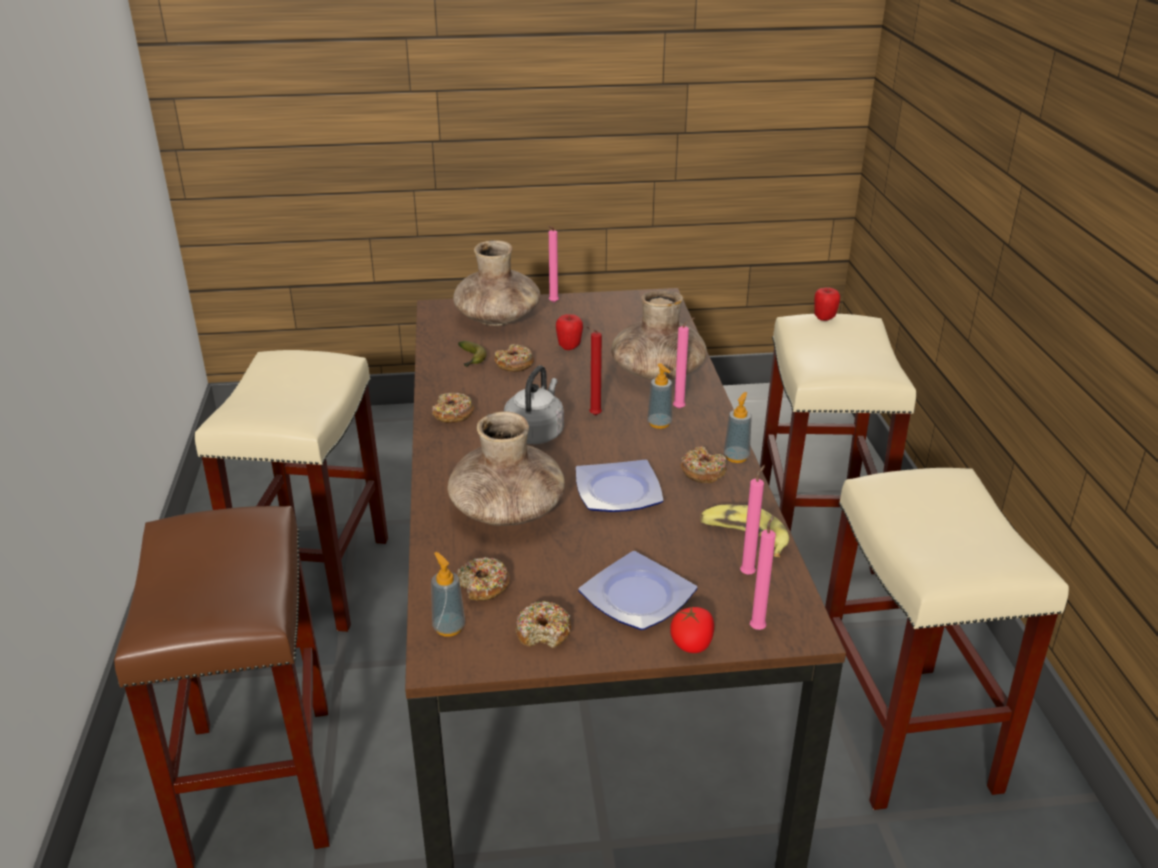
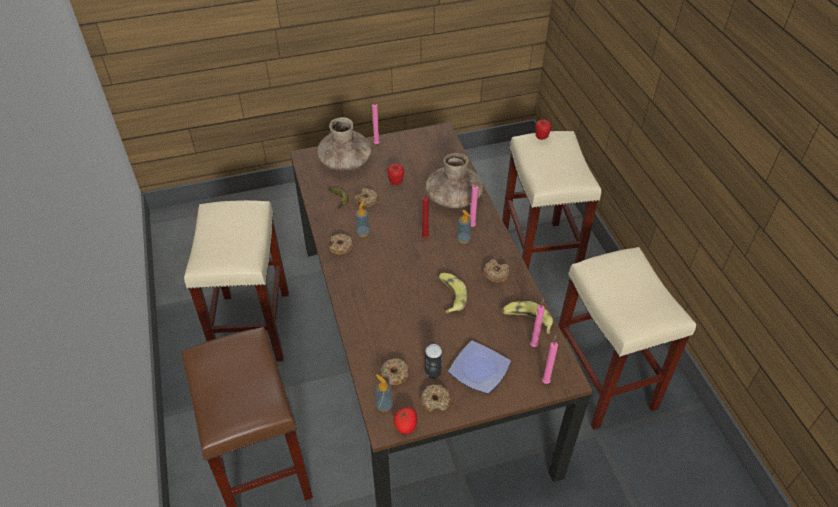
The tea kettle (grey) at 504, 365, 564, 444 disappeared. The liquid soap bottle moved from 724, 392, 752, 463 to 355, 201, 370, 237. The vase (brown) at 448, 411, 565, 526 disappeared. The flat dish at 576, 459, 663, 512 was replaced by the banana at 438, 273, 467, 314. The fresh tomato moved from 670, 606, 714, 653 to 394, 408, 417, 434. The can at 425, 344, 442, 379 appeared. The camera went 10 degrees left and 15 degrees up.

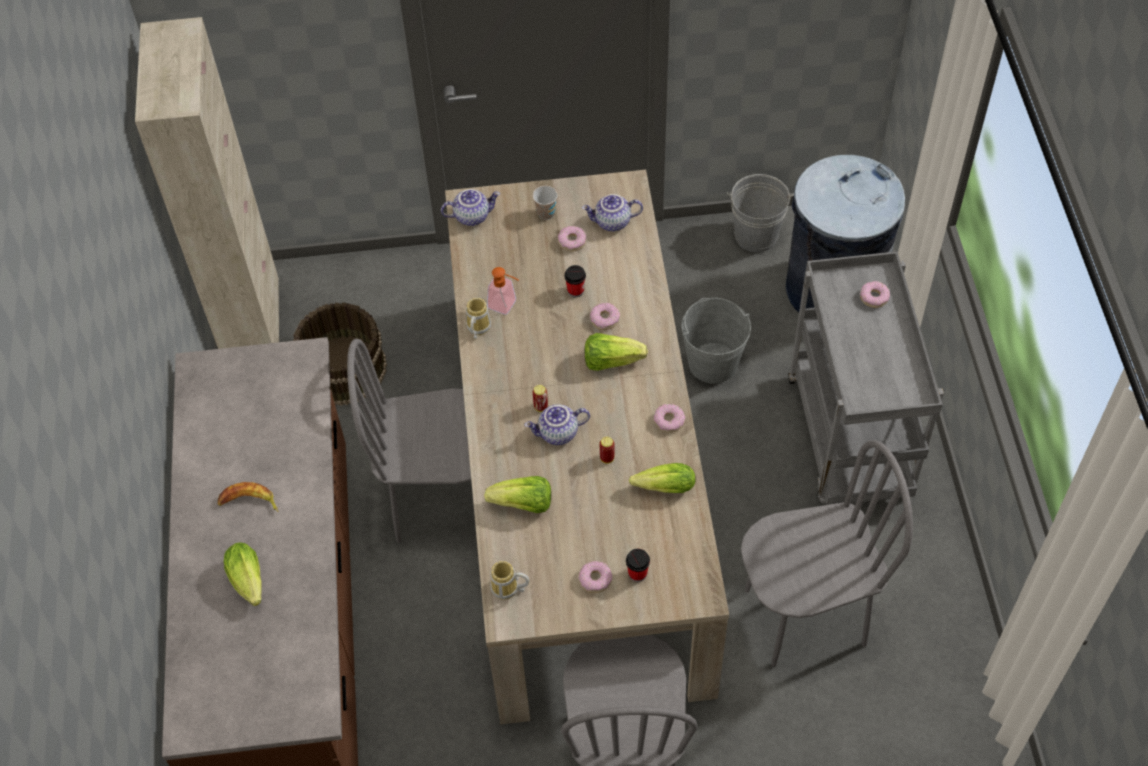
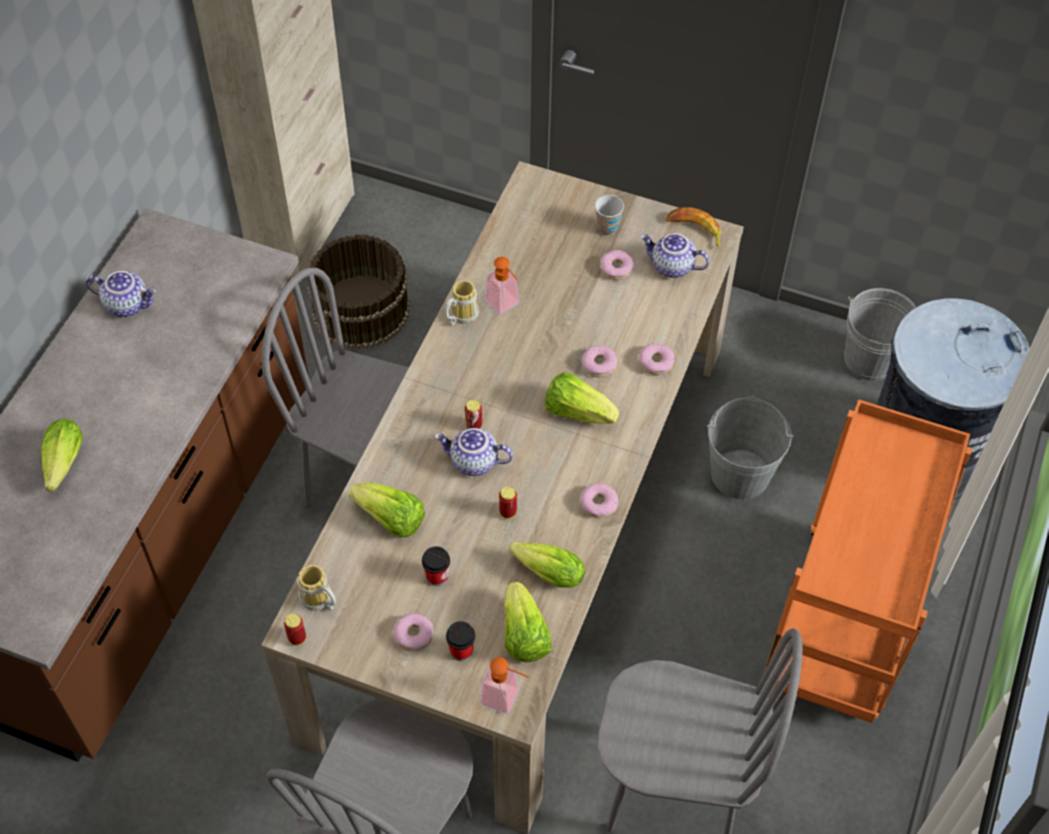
The tea pot moved from 441, 189, 500, 226 to 86, 271, 157, 317. The cart (grey) at 788, 251, 944, 505 became the cart (orange-coloured) at 764, 399, 972, 723. The cup moved from 565, 265, 586, 297 to 422, 546, 450, 586. The ring doughnut moved from 860, 281, 890, 308 to 639, 343, 675, 375. The banana moved from 218, 482, 279, 512 to 666, 207, 721, 249. The lettuce at 504, 582, 552, 662 appeared. The can at 284, 613, 306, 646 appeared. The liquid soap bottle at 480, 657, 529, 713 appeared. The camera went 25 degrees right and 0 degrees up.

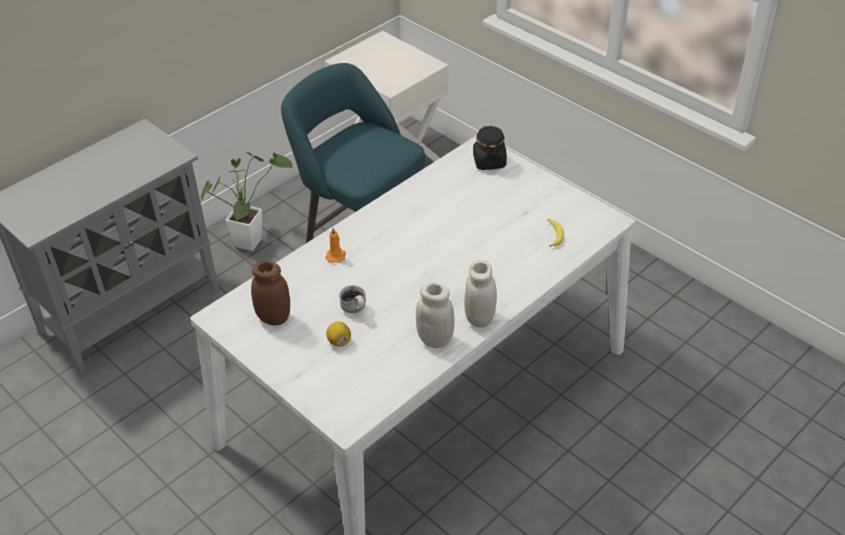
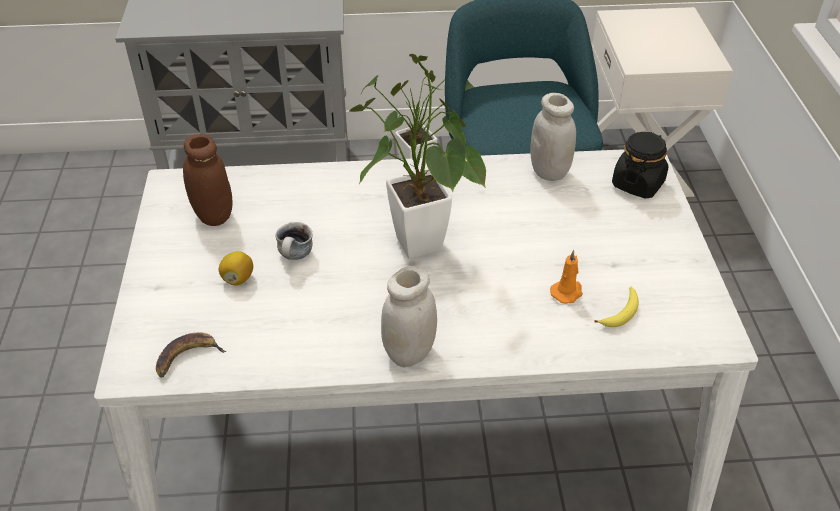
The candle (orange-coloured) moved from 325, 228, 346, 263 to 550, 250, 583, 304. The preserve jar (white) moved from 416, 282, 454, 348 to 530, 93, 576, 181. The houseplant at 350, 54, 486, 259 appeared. The banana at 156, 333, 226, 378 appeared. The camera went 40 degrees right and 0 degrees up.

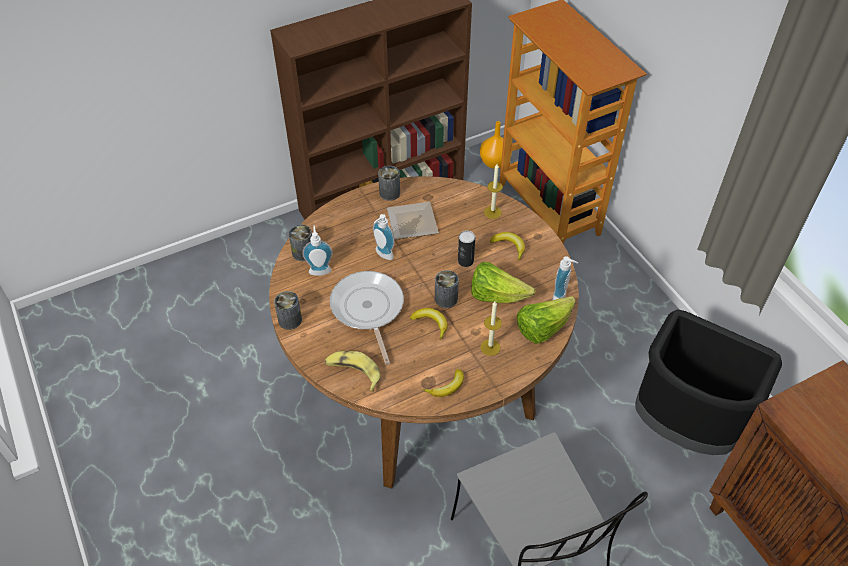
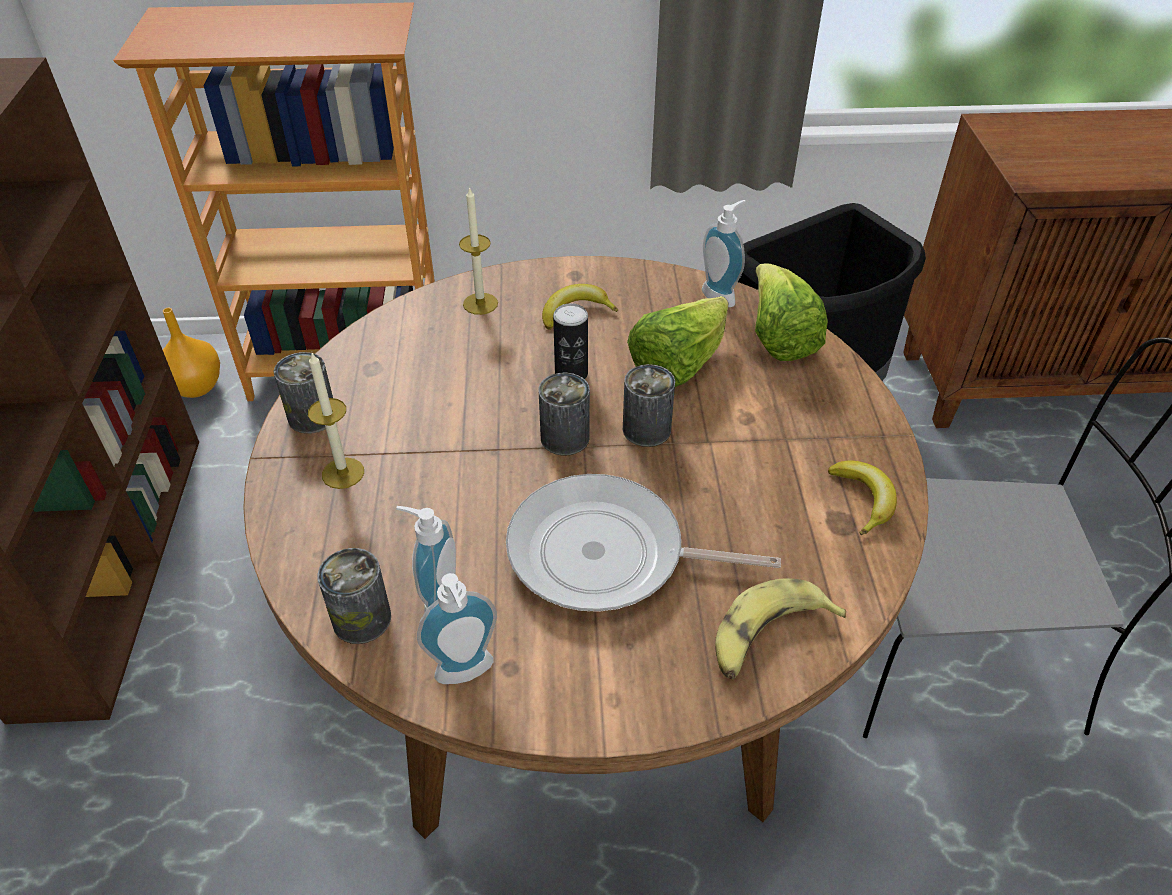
The flat dish at 387, 202, 439, 240 disappeared. The liquid soap bottle moved from 373, 214, 395, 260 to 417, 573, 497, 684. The can moved from 274, 291, 302, 330 to 538, 372, 590, 456. The candle moved from 480, 301, 502, 356 to 308, 353, 364, 489. The banana at 410, 308, 448, 340 disappeared. The camera went 65 degrees left and 5 degrees down.

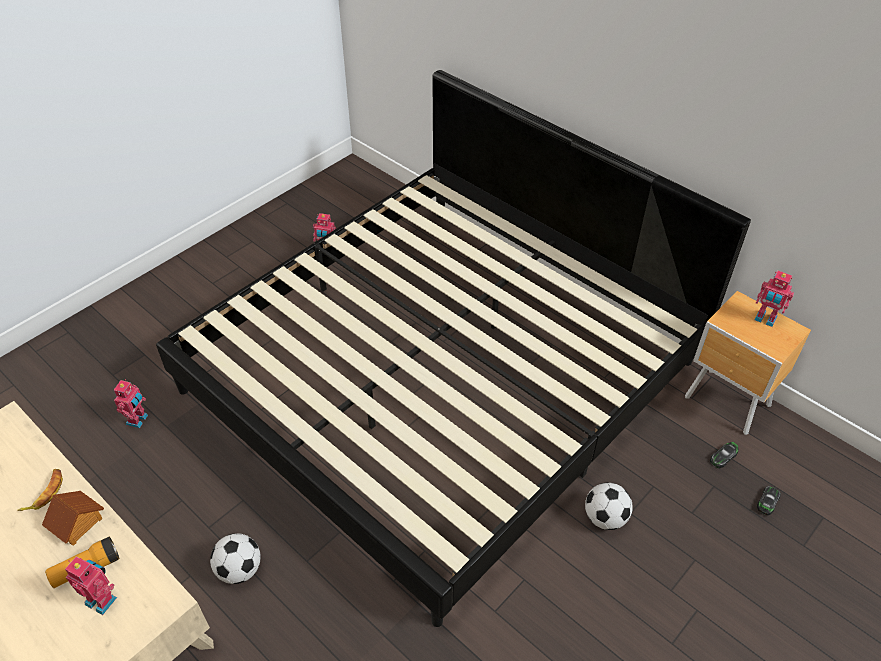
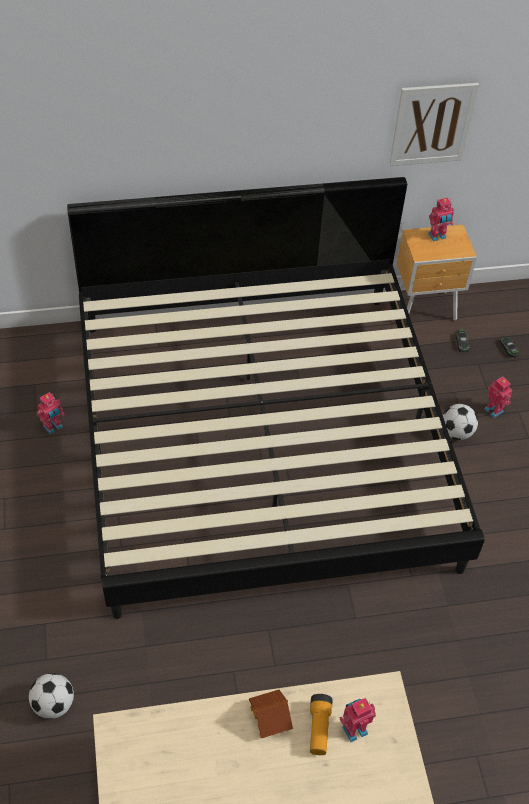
The robot figure moved from 114, 379, 148, 428 to 484, 377, 512, 418. The banana at 17, 469, 63, 511 disappeared. The football ball moved from 210, 533, 261, 584 to 29, 673, 74, 719. The wall art at 389, 83, 479, 166 appeared. The camera went 55 degrees left and 5 degrees up.

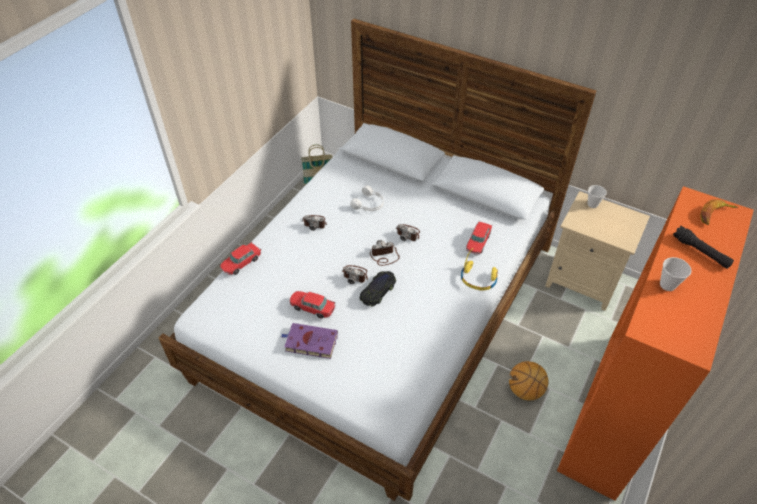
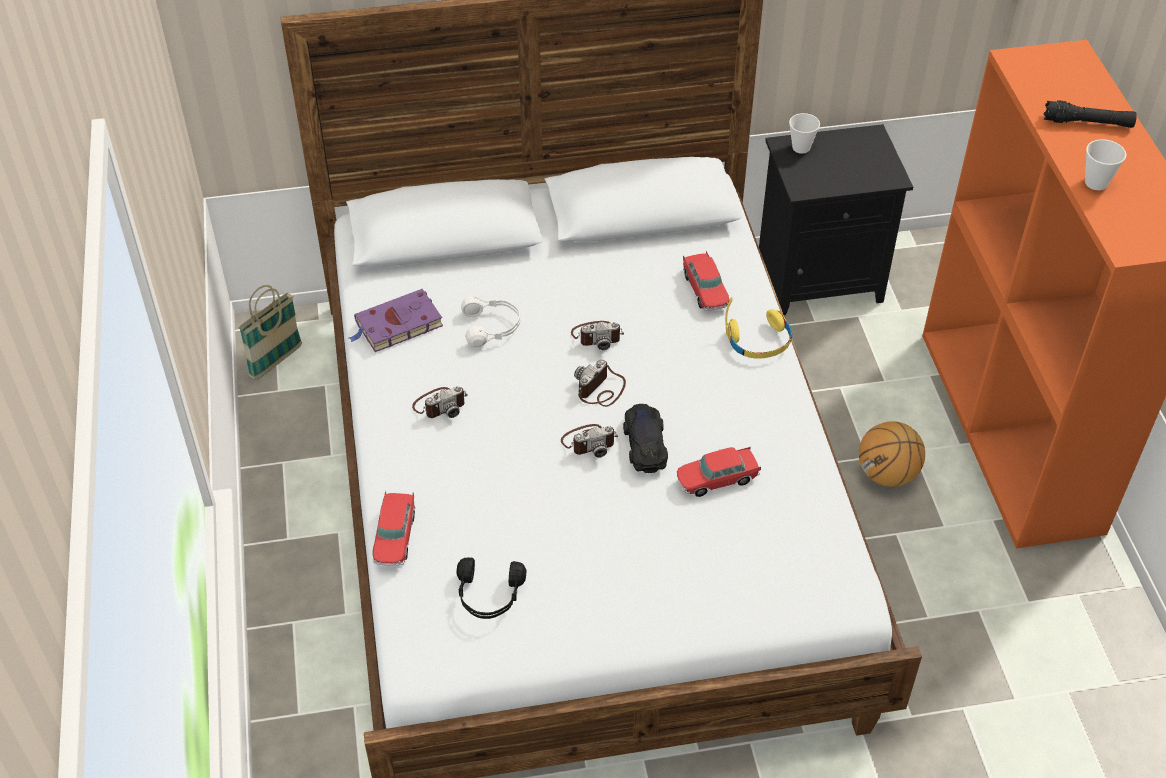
The night table (sand-coloured) at 545, 191, 650, 311 became the night table (black) at 759, 124, 913, 315. The banana at 700, 199, 738, 225 disappeared. The toy car moved from 290, 291, 335, 318 to 677, 447, 761, 497. The bound book (purple) moved from 281, 323, 338, 359 to 349, 289, 443, 352. The pair of headphones (black) at 457, 558, 526, 619 appeared. The camera went 40 degrees left and 0 degrees up.

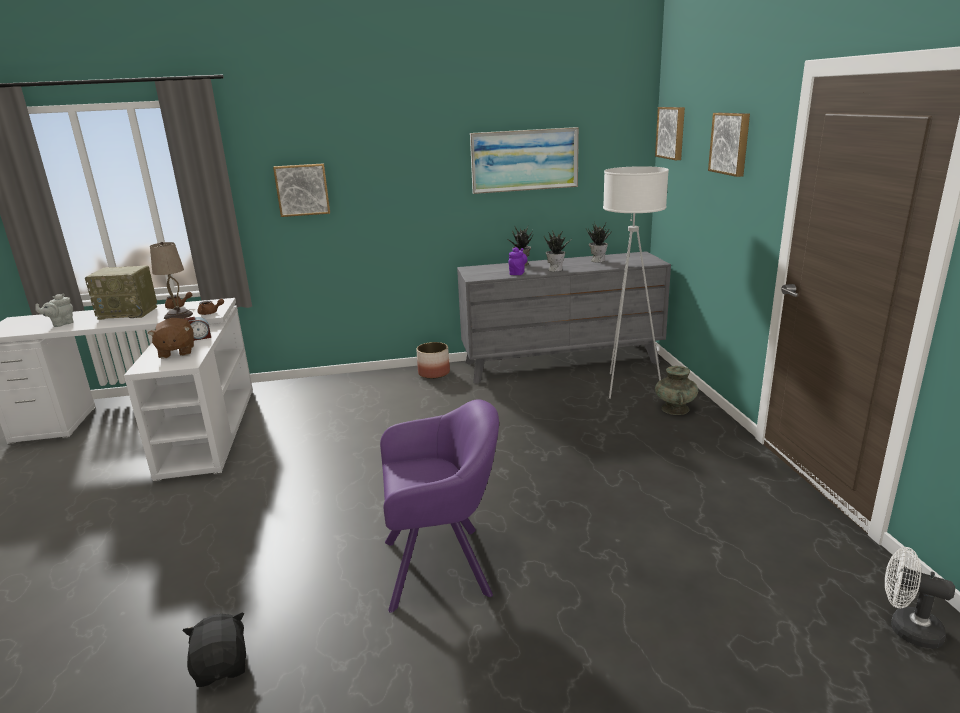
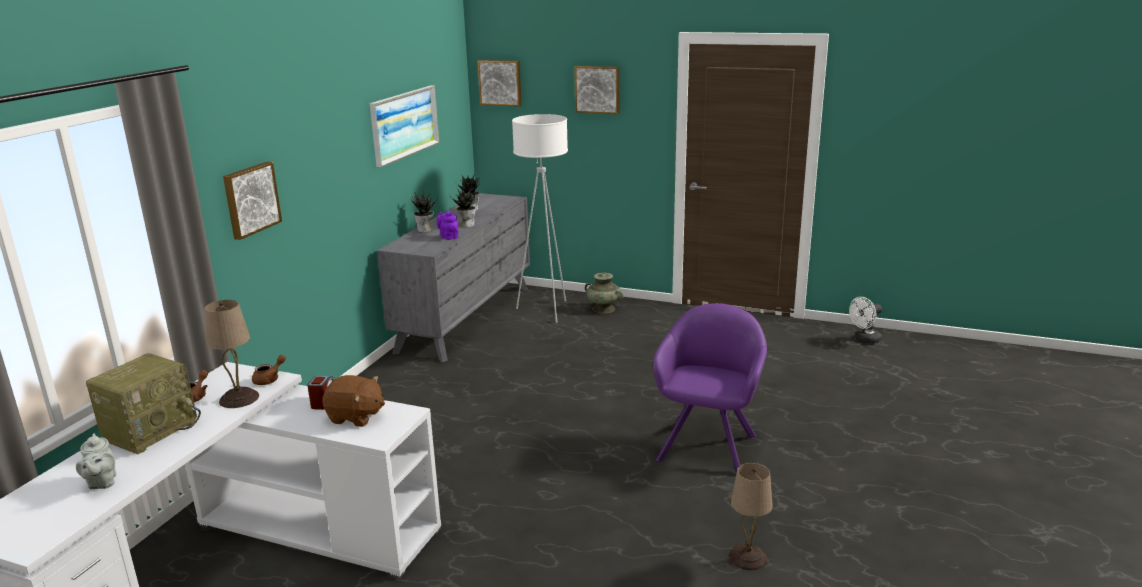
The planter at 416, 342, 450, 379 disappeared. The cuddly toy (black) at 183, 612, 246, 687 was replaced by the lamp for a table (sand-coloured) at 729, 463, 773, 570. The camera went 60 degrees left and 0 degrees up.

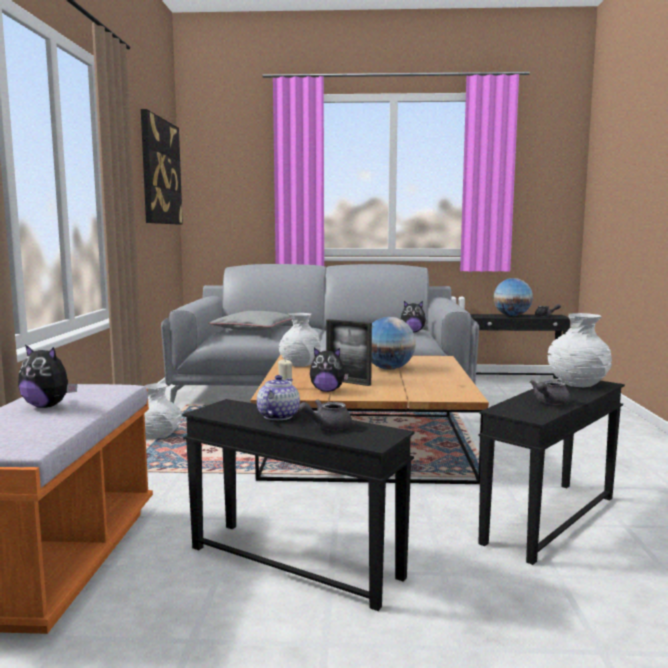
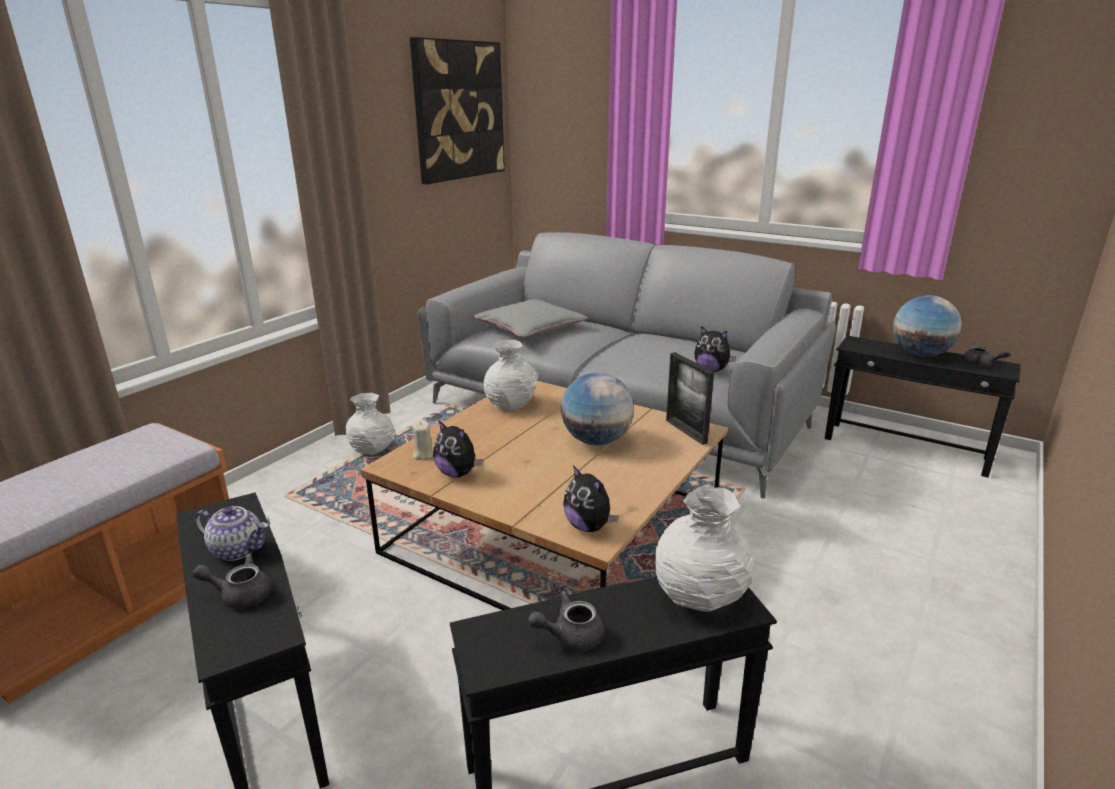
The photo frame moved from 326, 319, 372, 386 to 666, 352, 714, 445. The cuddly toy moved from 18, 345, 77, 408 to 563, 465, 619, 532. The tea pot at 257, 375, 300, 420 turned 60 degrees clockwise. The camera went 30 degrees right and 15 degrees up.

